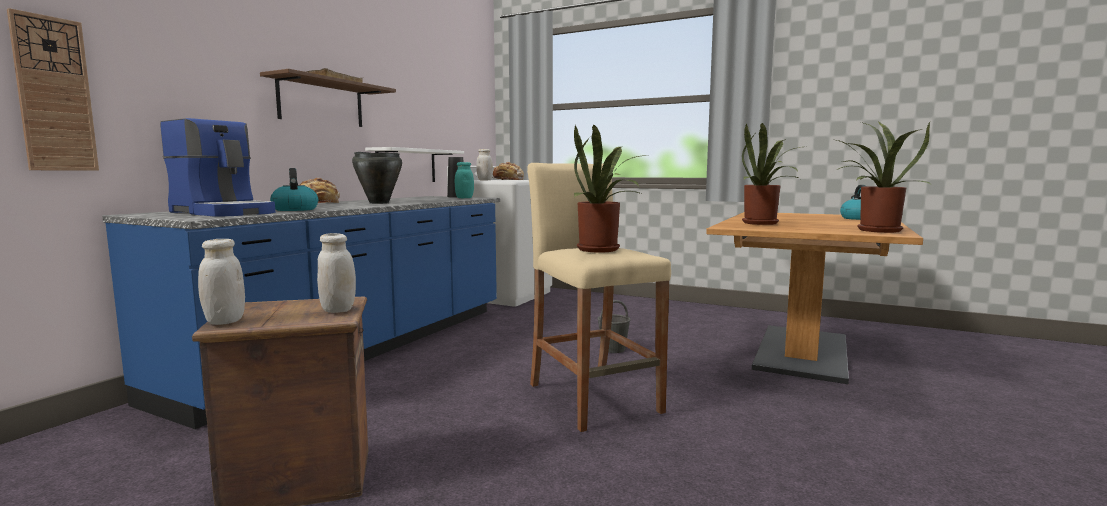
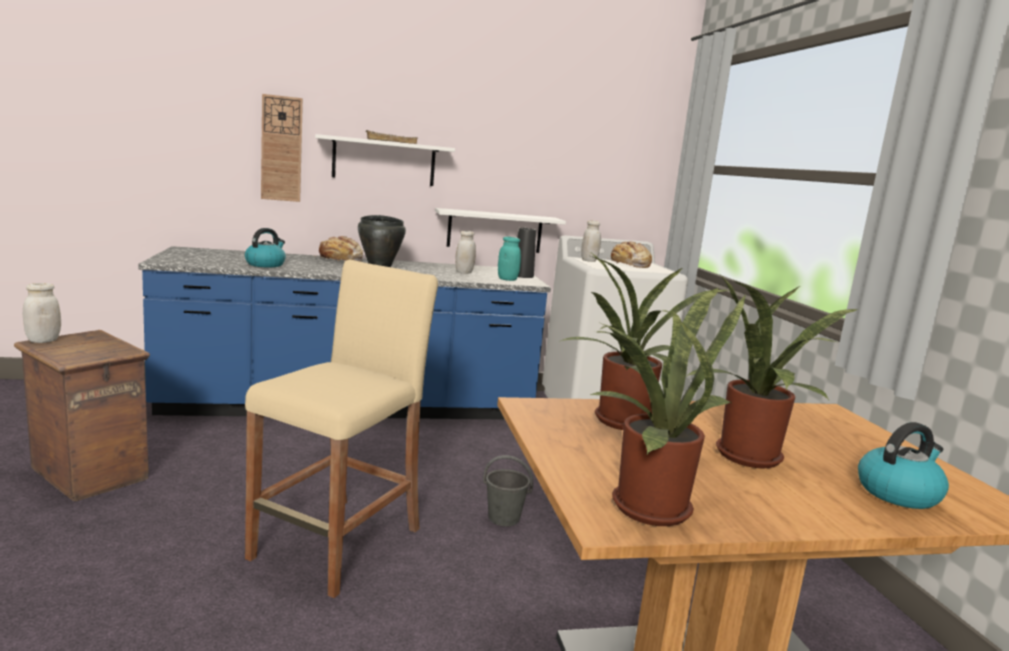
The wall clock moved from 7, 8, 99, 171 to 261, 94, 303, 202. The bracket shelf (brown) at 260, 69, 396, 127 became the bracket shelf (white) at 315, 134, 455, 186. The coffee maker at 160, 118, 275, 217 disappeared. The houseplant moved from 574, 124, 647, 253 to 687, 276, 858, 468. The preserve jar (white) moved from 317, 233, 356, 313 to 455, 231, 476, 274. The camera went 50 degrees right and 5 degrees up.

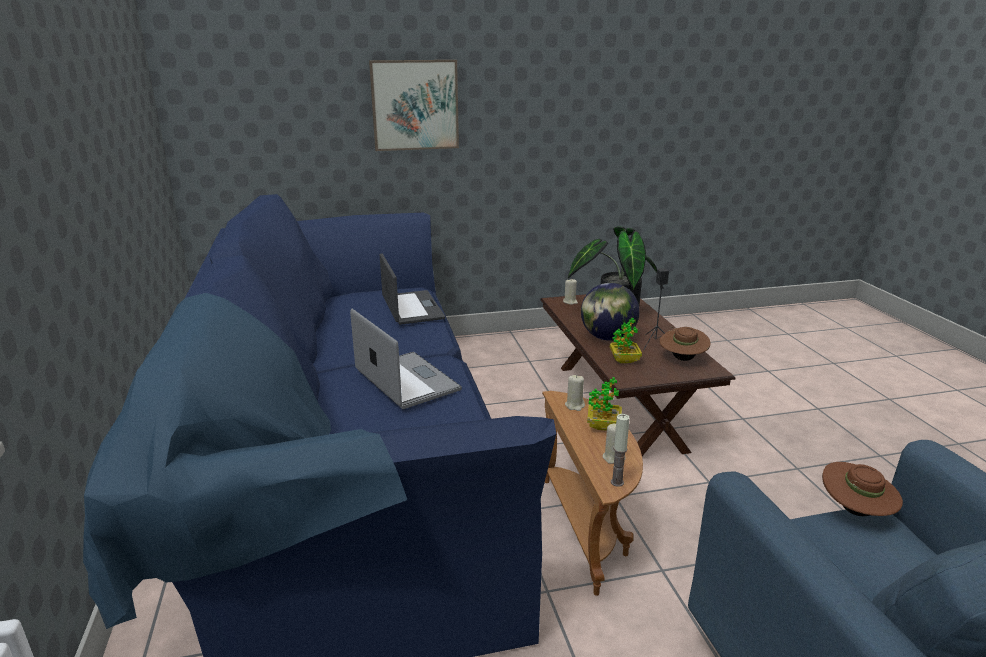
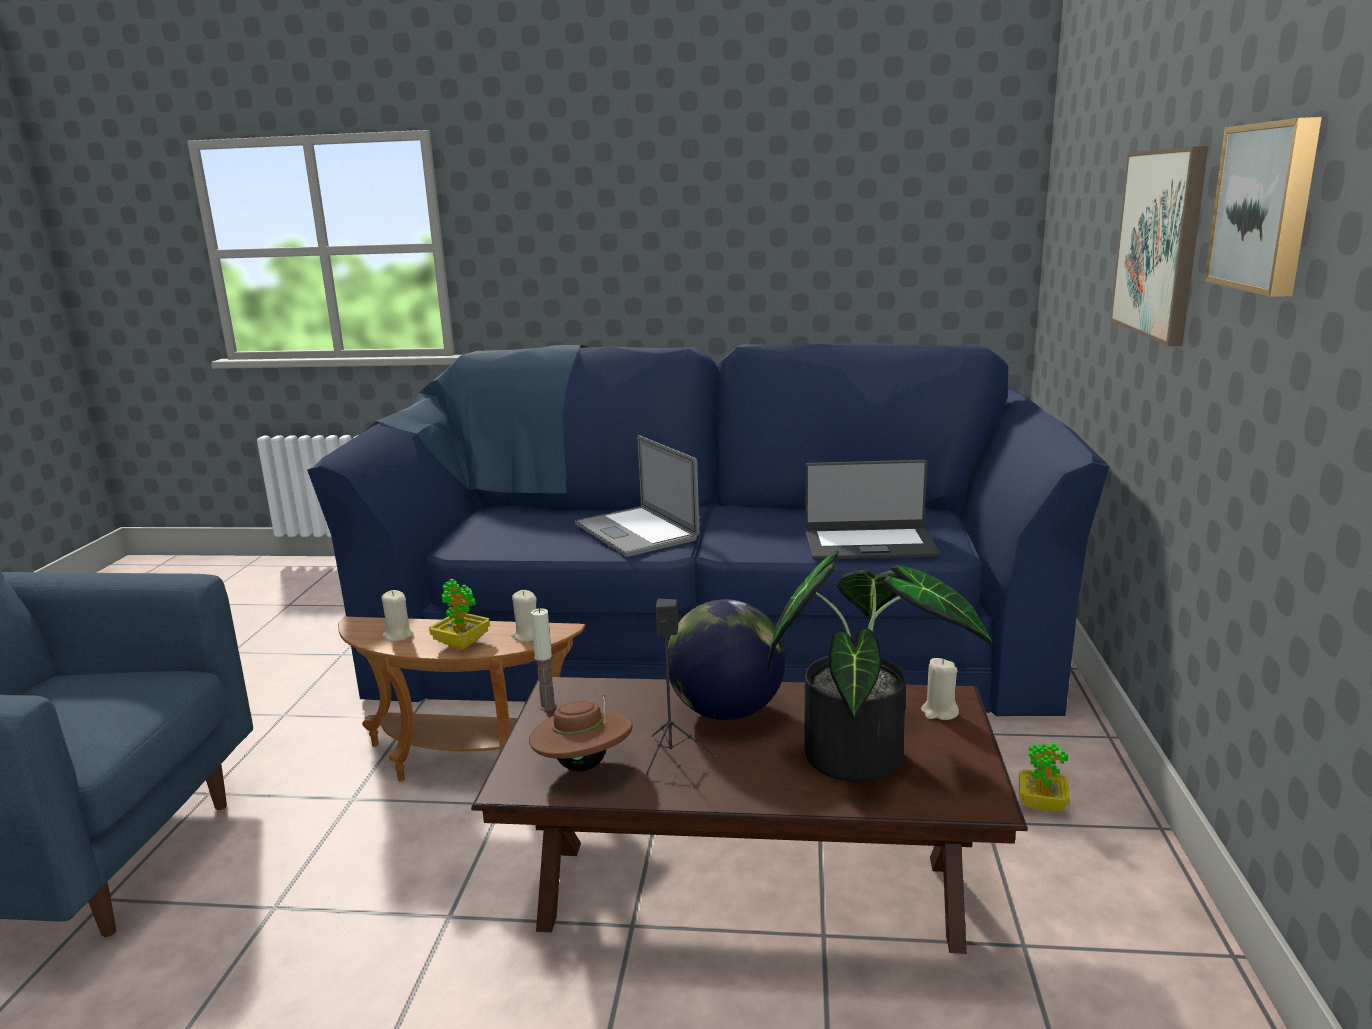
The portable computer at 350, 309, 462, 409 turned 75 degrees clockwise. The houseplant moved from 610, 318, 642, 363 to 1019, 742, 1070, 811. The candle moved from 611, 414, 630, 487 to 531, 608, 557, 711. The hat (brown) at 822, 462, 903, 516 disappeared. The wall art at 1204, 117, 1322, 297 appeared. The camera went 110 degrees right and 5 degrees down.

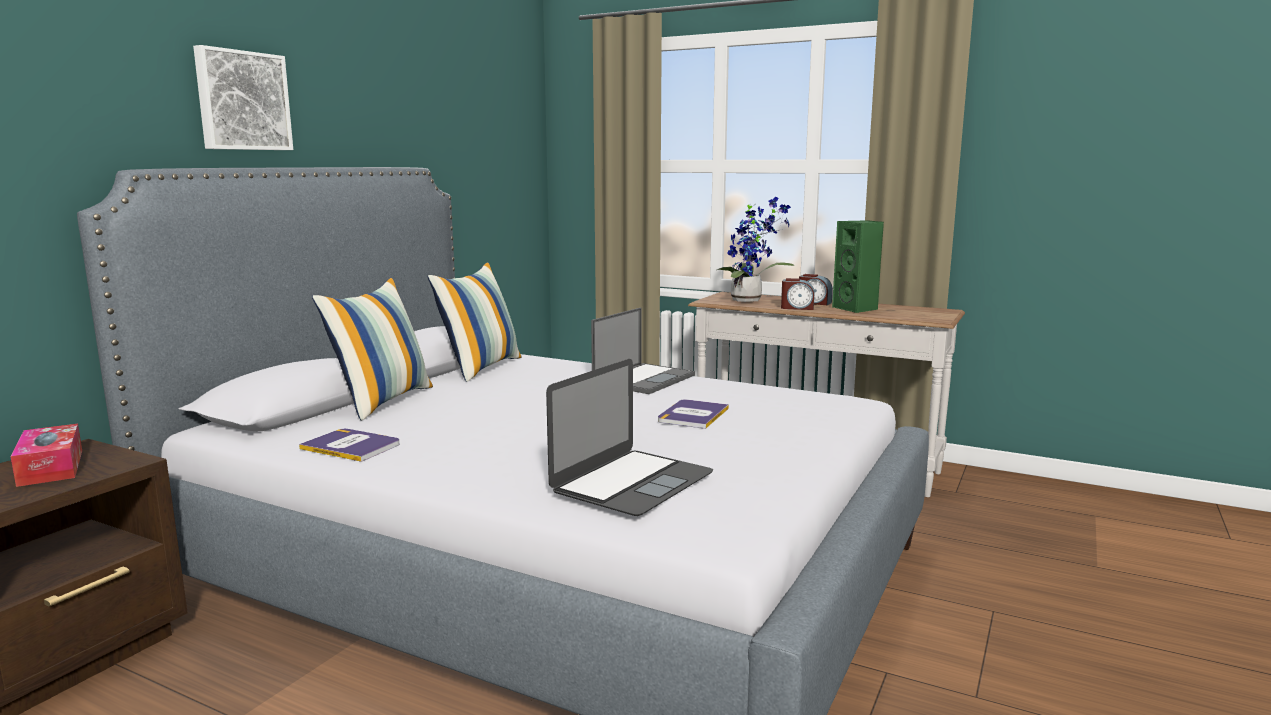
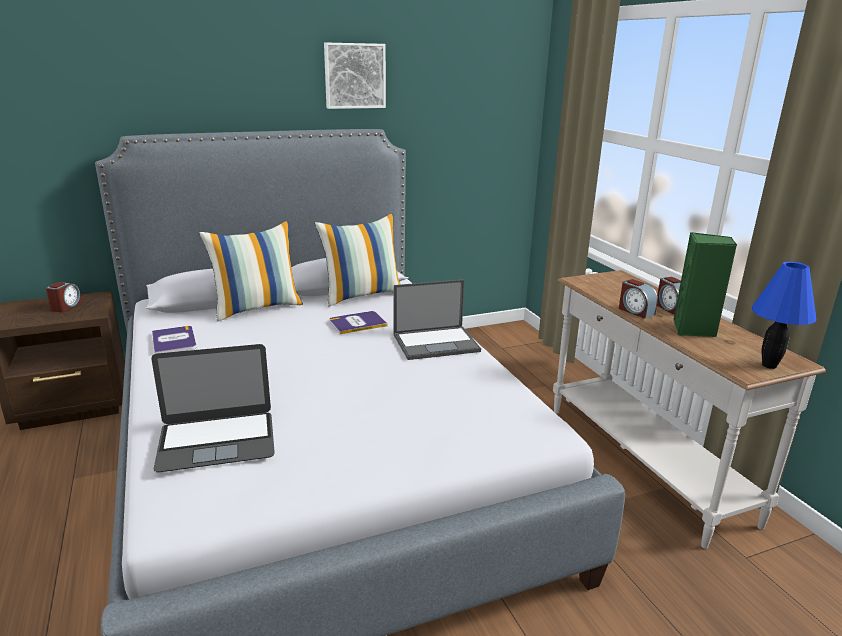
The wall art moved from 193, 45, 293, 150 to 324, 43, 386, 109. The houseplant at 717, 197, 794, 302 disappeared. The bound book moved from 658, 399, 729, 429 to 330, 311, 388, 334. The tissue box at 11, 424, 82, 487 was replaced by the table clock at 46, 282, 82, 312. The lamp for a table (bluish) at 751, 262, 817, 369 appeared. The camera went 40 degrees right and 10 degrees up.

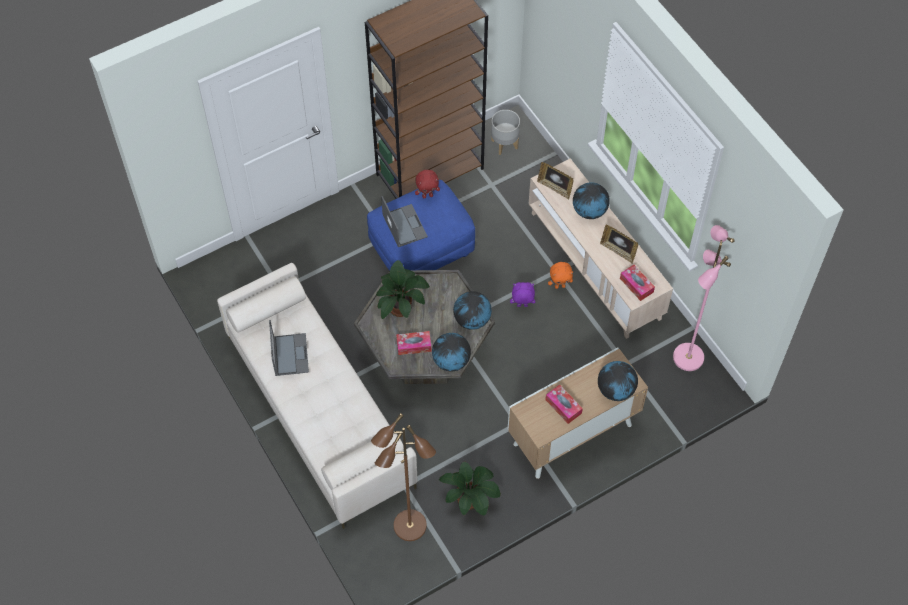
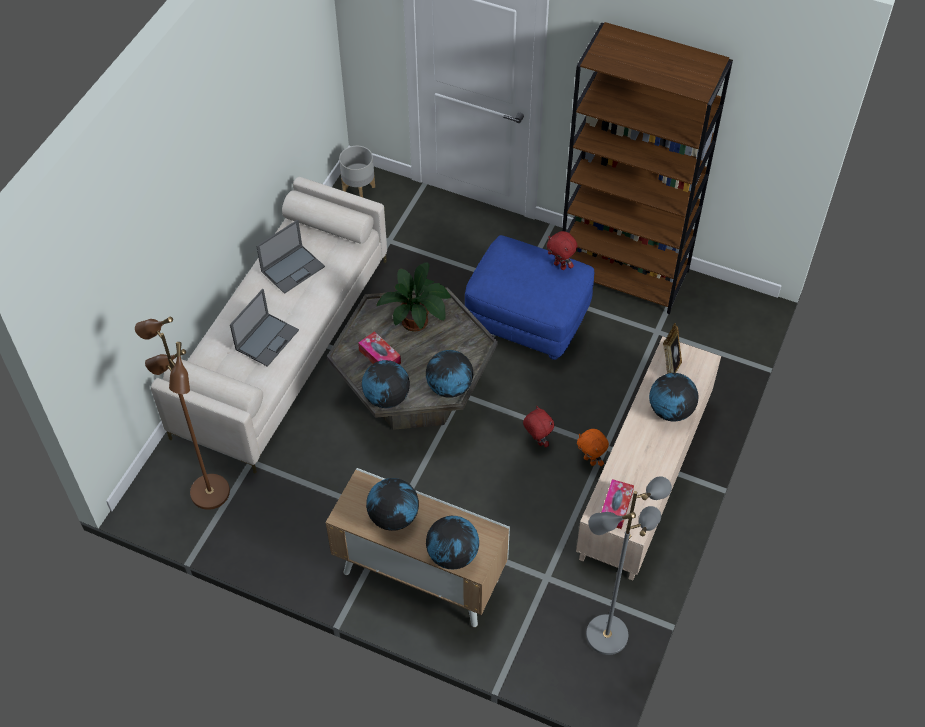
The planter (grey) moved from 491, 110, 520, 155 to 339, 146, 375, 197. The portable computer moved from 381, 196, 428, 247 to 230, 289, 299, 367. The photo frame at 600, 225, 638, 264 disappeared. The standing lamp (pink-coloured) at 673, 225, 734, 371 became the standing lamp (grey) at 586, 476, 672, 655. The cuddly toy (purple) at 510, 282, 535, 307 became the cuddly toy (red-coloured) at 523, 406, 554, 448. The tissue box at 545, 384, 583, 424 was replaced by the world globe at 366, 478, 419, 531. The houseplant at 439, 462, 501, 516 disappeared. The camera went 55 degrees right and 5 degrees down.

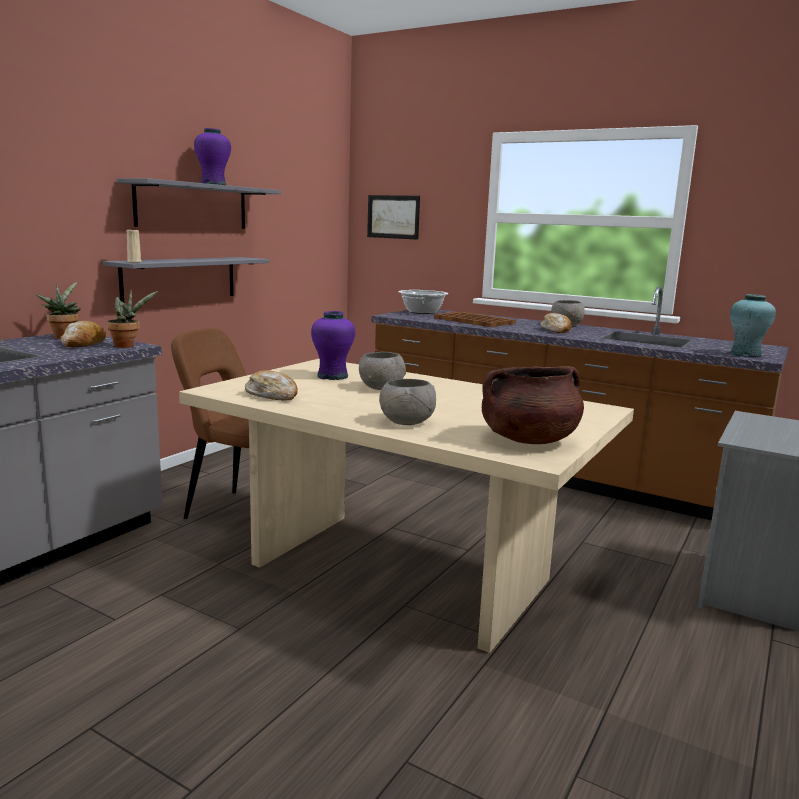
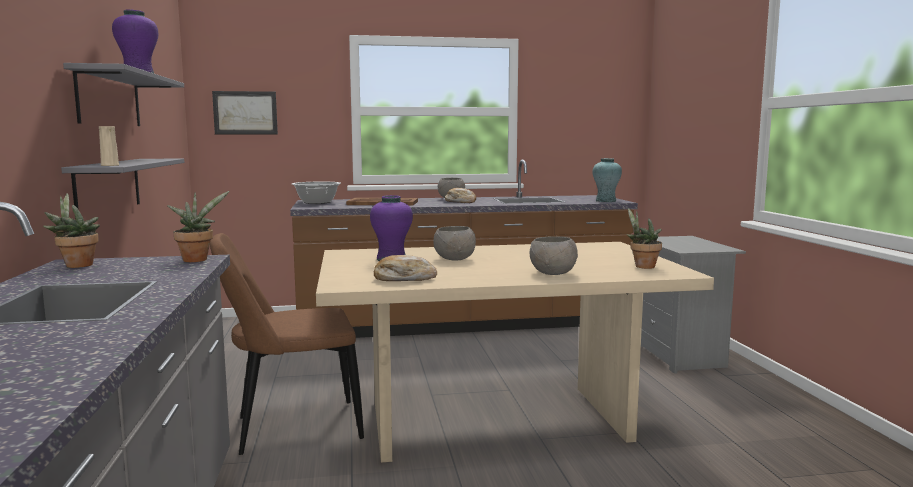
The baked bread at 60, 321, 106, 347 disappeared. The cooking pot (brown) at 482, 366, 584, 444 was replaced by the houseplant at 627, 208, 662, 269. The camera went 40 degrees left and 5 degrees down.

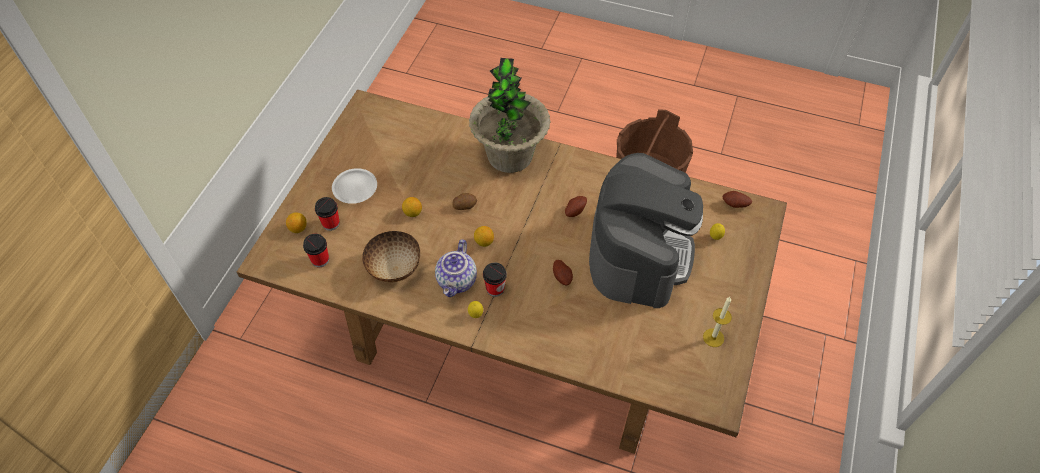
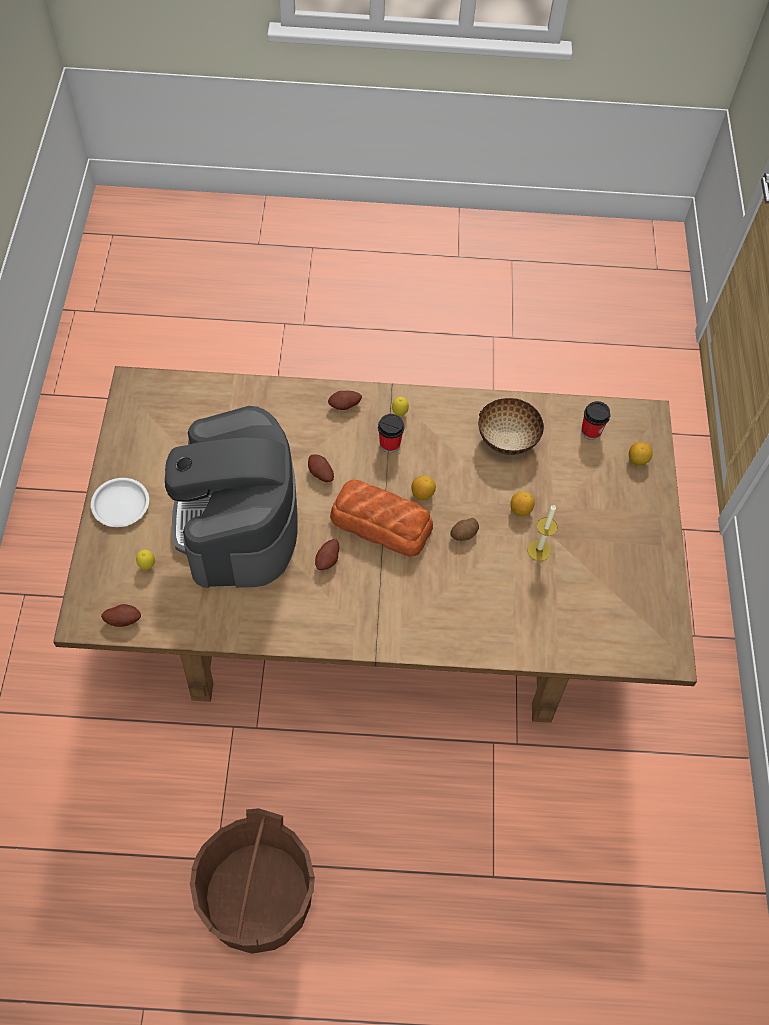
The houseplant at 469, 58, 551, 173 disappeared. The flat dish (white) moved from 332, 168, 377, 204 to 91, 478, 149, 527. The cup at 315, 197, 340, 231 disappeared. The tea pot at 435, 239, 477, 297 disappeared. The candle moved from 703, 297, 732, 347 to 527, 504, 558, 561. The potato at 328, 391, 362, 410 appeared. The baked bread at 330, 480, 433, 557 appeared. The camera went 160 degrees right and 5 degrees up.

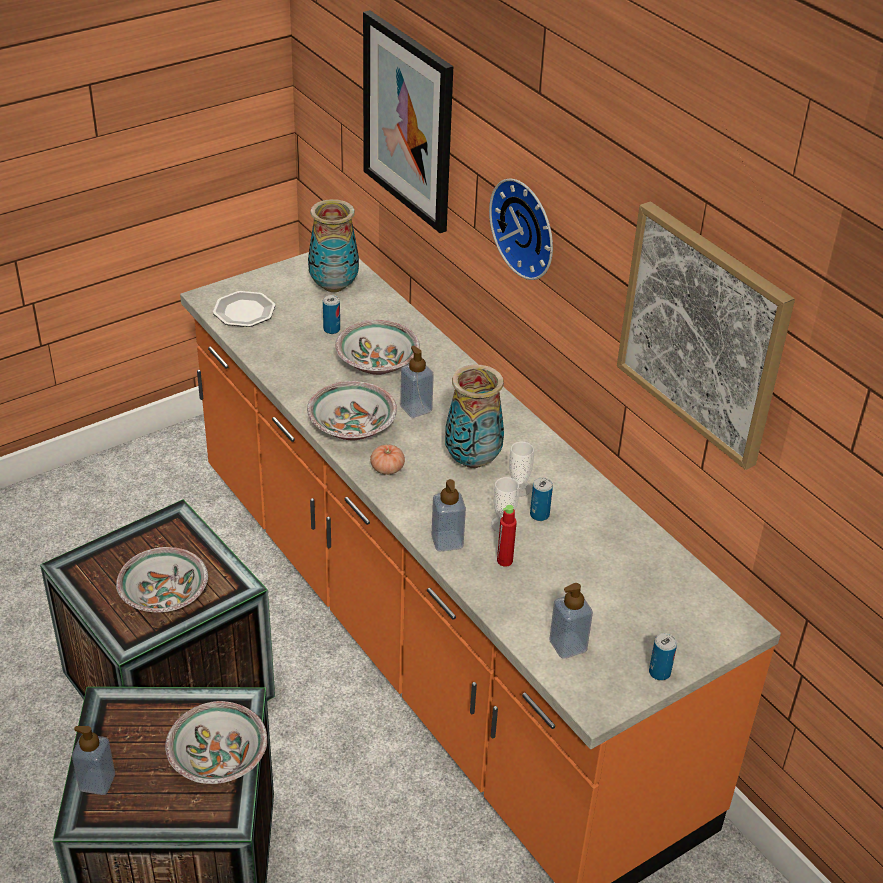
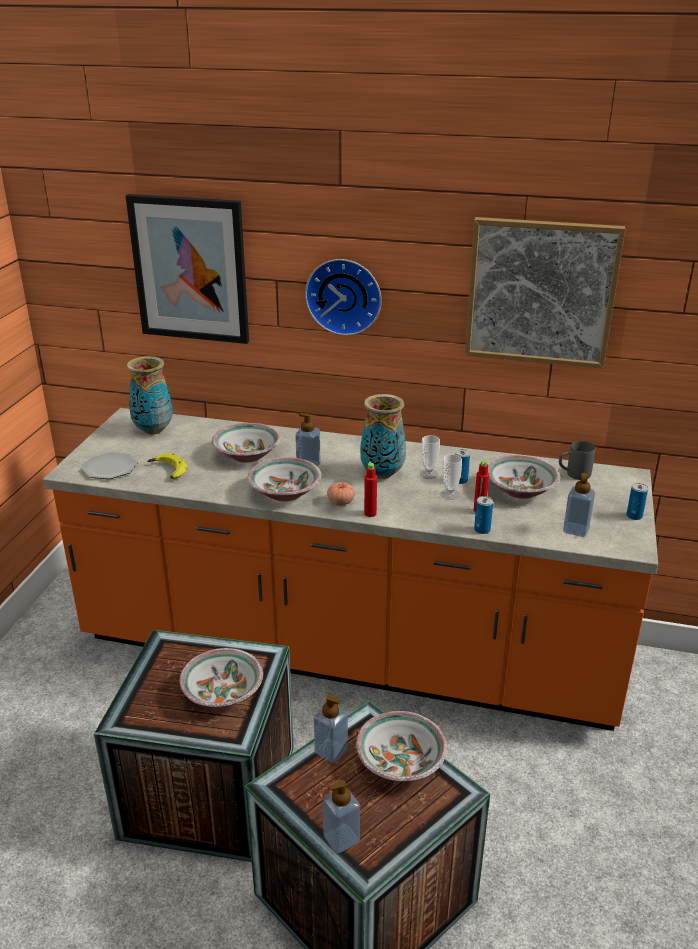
The can moved from 323, 295, 340, 334 to 474, 496, 493, 534. The liquid soap bottle moved from 431, 479, 466, 552 to 314, 695, 348, 763. The mug (grey) at 559, 441, 595, 480 appeared. The banana at 147, 453, 187, 479 appeared. The deep dish at 488, 455, 560, 499 appeared. The beverage bottle (red-coloured) at 364, 462, 377, 517 appeared. The camera went 40 degrees left and 10 degrees down.

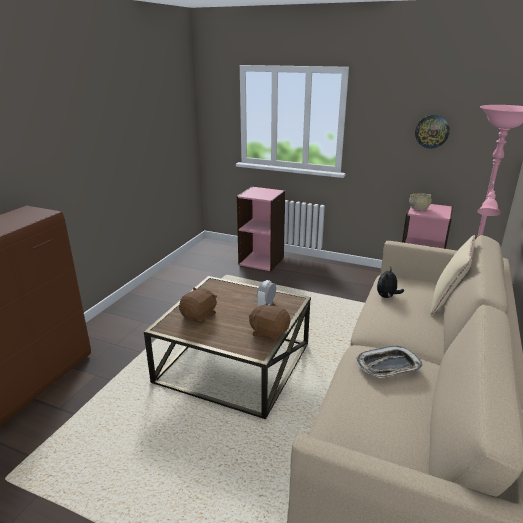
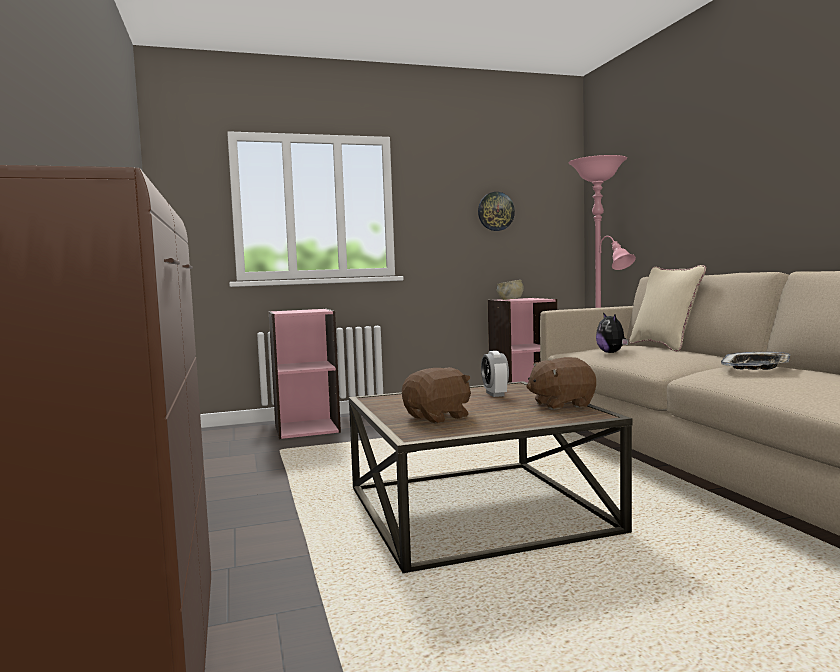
The cuddly toy (brown) at 179, 287, 217, 323 turned 60 degrees clockwise. The camera went 40 degrees left and 20 degrees down.

